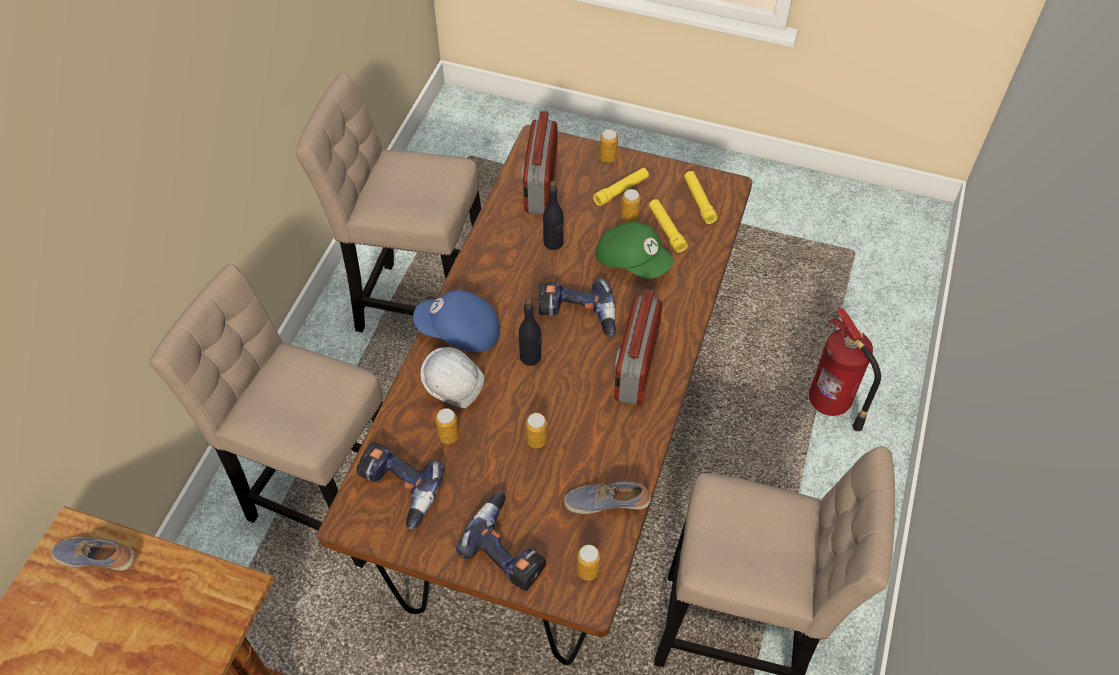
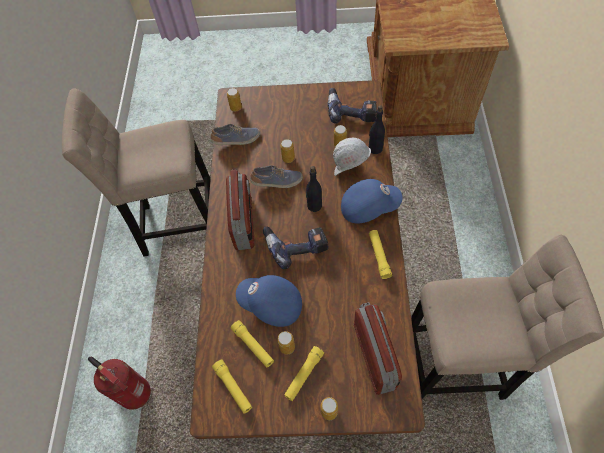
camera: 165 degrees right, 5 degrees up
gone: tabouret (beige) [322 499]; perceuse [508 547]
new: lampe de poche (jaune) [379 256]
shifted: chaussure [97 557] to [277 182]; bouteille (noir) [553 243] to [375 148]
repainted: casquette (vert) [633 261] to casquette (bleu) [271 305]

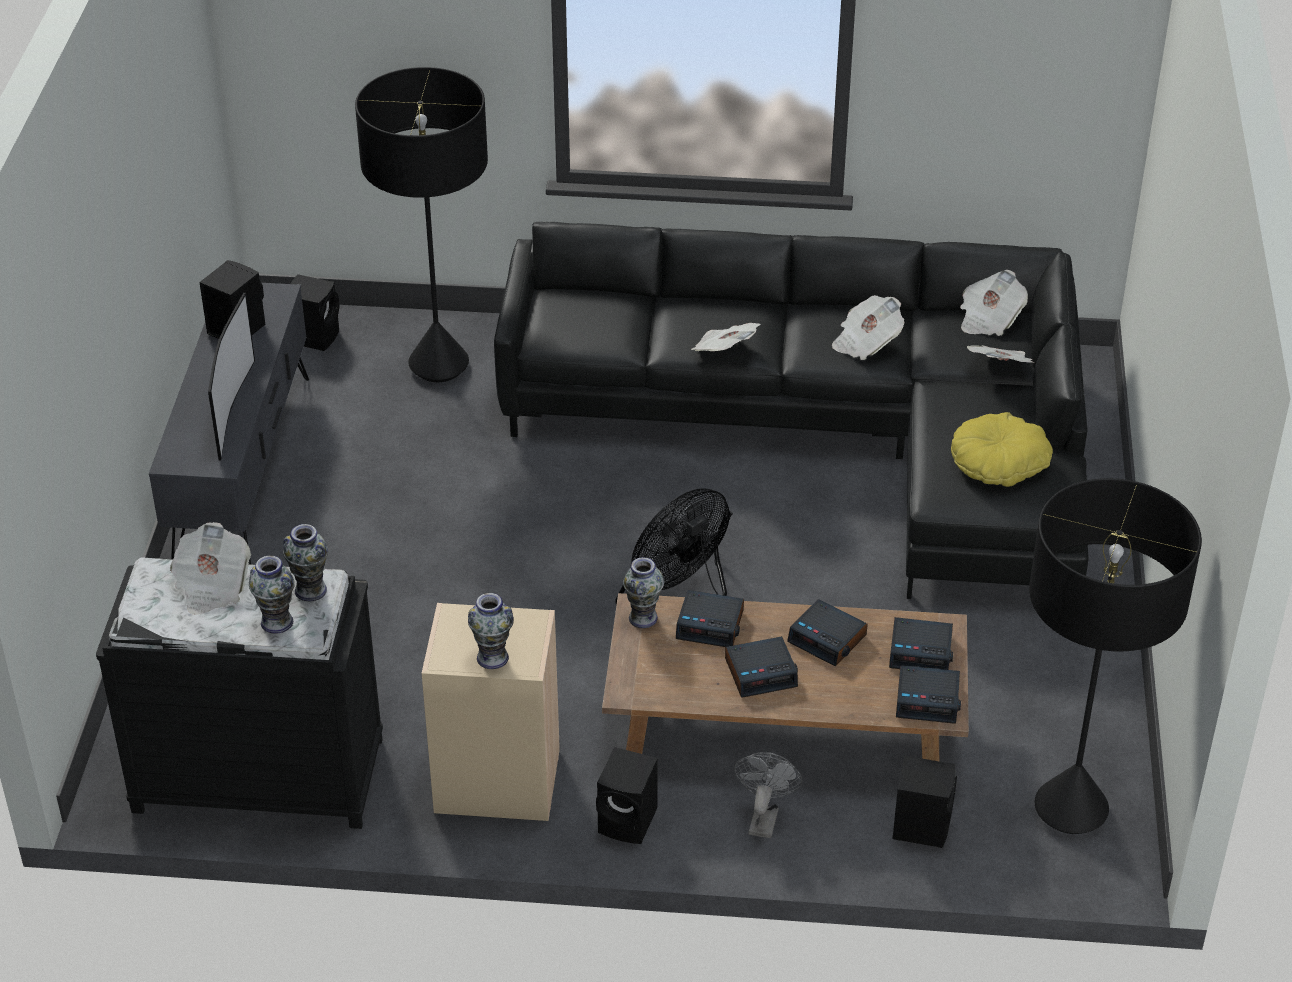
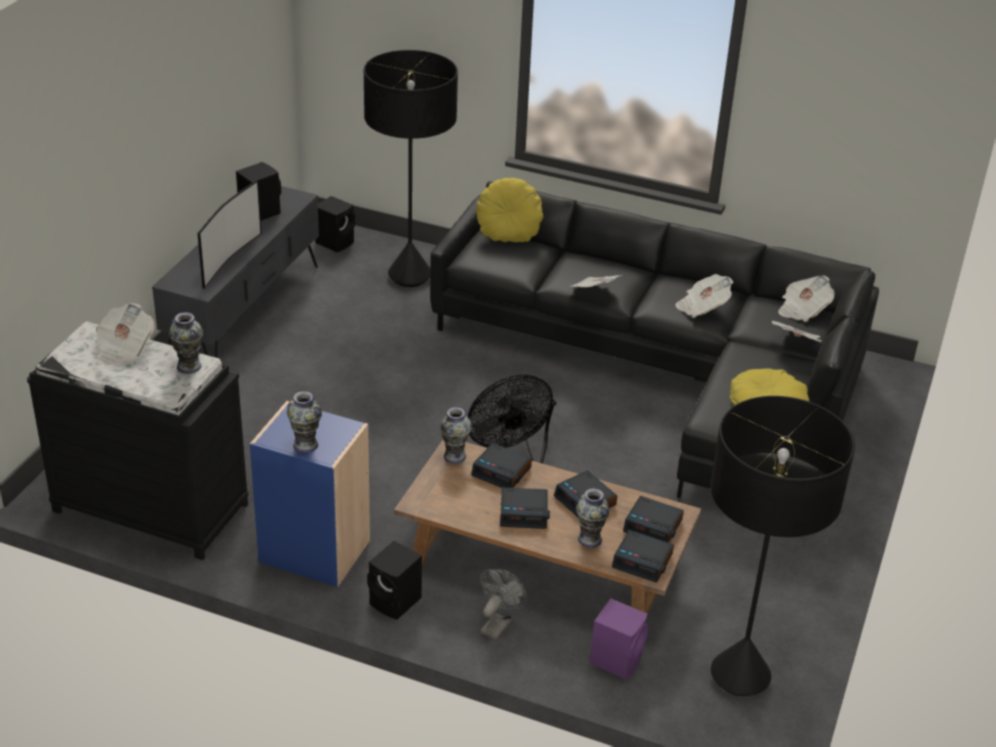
camera: 15 degrees right, 5 degrees down
new: coussin (jaune) [508 237]
shifted: vase [277 622] to [590 539]
repainted: bibliothèque (beige) [495 782] to bibliothèque (bleu) [313 551]; enceinte (noir) [922 825] to enceinte (violet) [617 659]

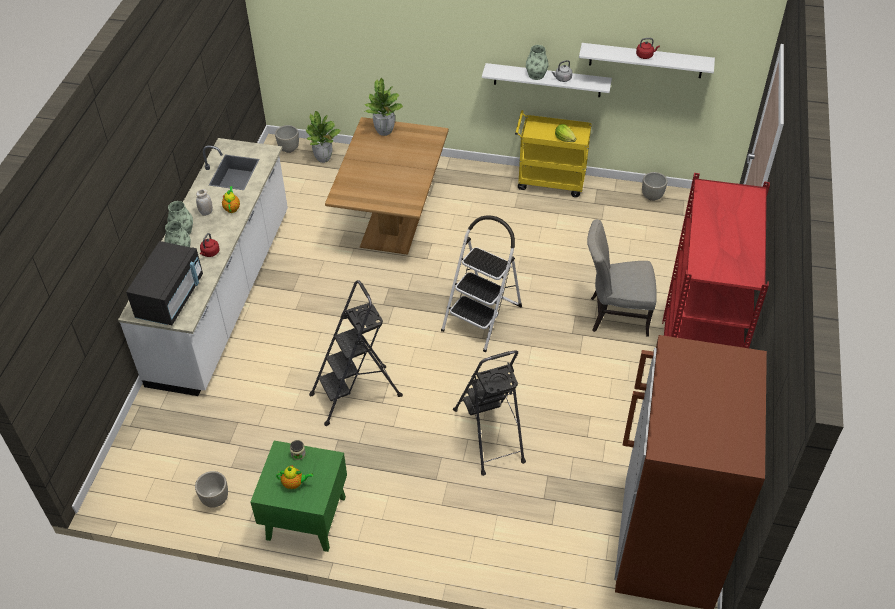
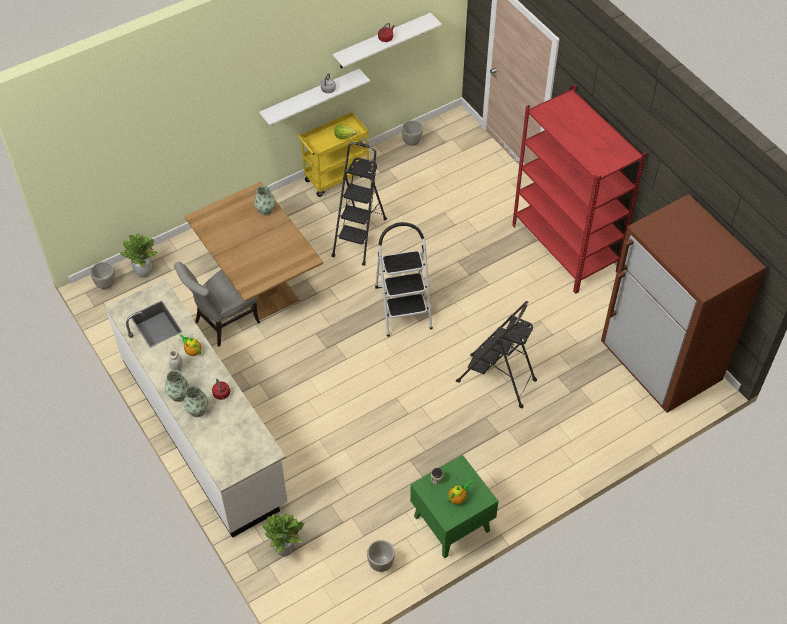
camera: 45 degrees left, 5 degrees up
gone: micro-ondes (noir) [170 298]
shifted: escabeau [357 394] to [360 236]; plante en pot [384 131] to [285 549]; vase [536 75] to [265 210]; chaise (gris) [614 315] to [223 323]

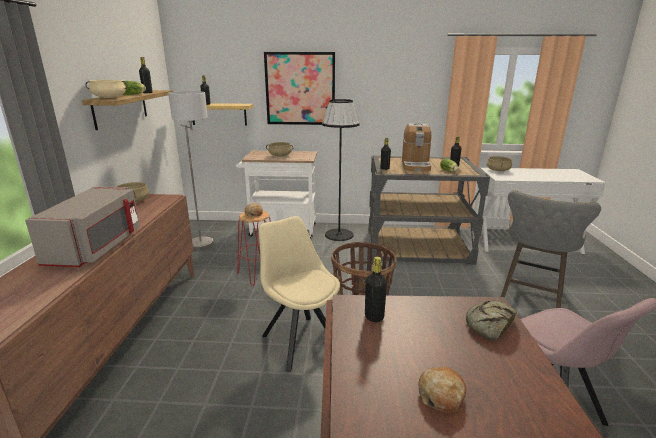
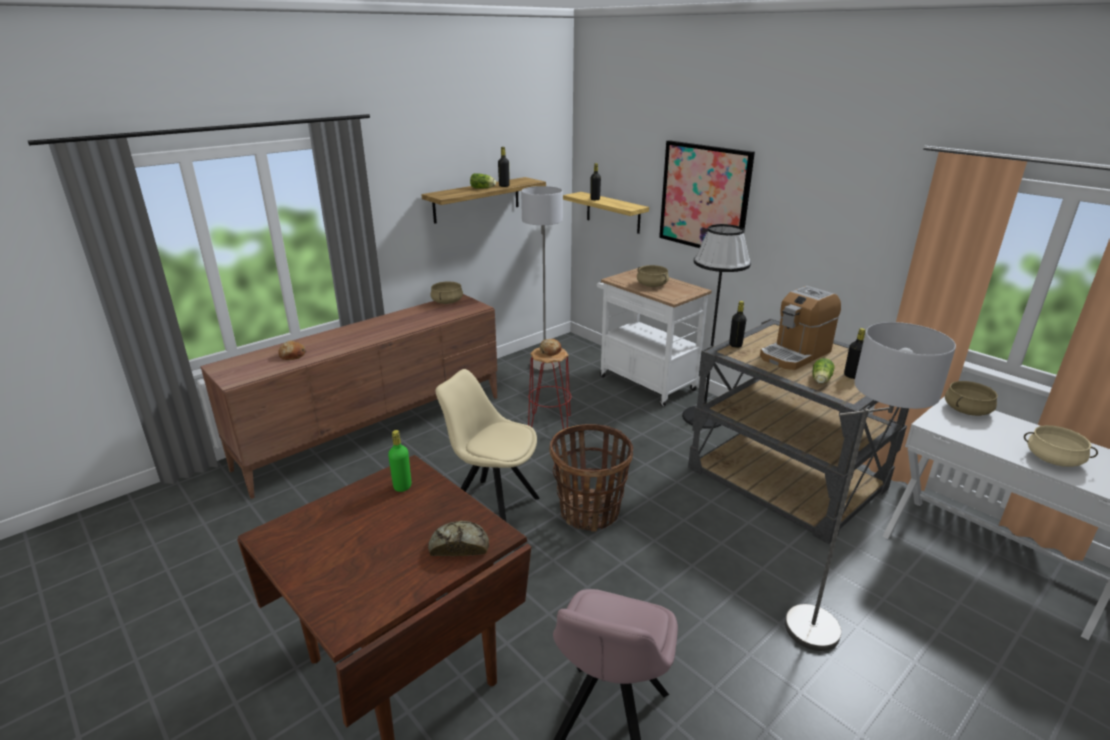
camera: 45 degrees right, 5 degrees up
gone: micro-ondes (gris) [97 247]
shifted: marmite (beige) [109 98] to [1053 459]; pain [441 395] to [292 355]
swapped: tabouret (gris) [530 298] to lampadaire (gris) [826 626]
repainted: bouteille (noir) [374 317] to bouteille (vert) [402 486]
rotated: chaise (beige) [300 341] = [493 506] 75 degrees counterclockwise

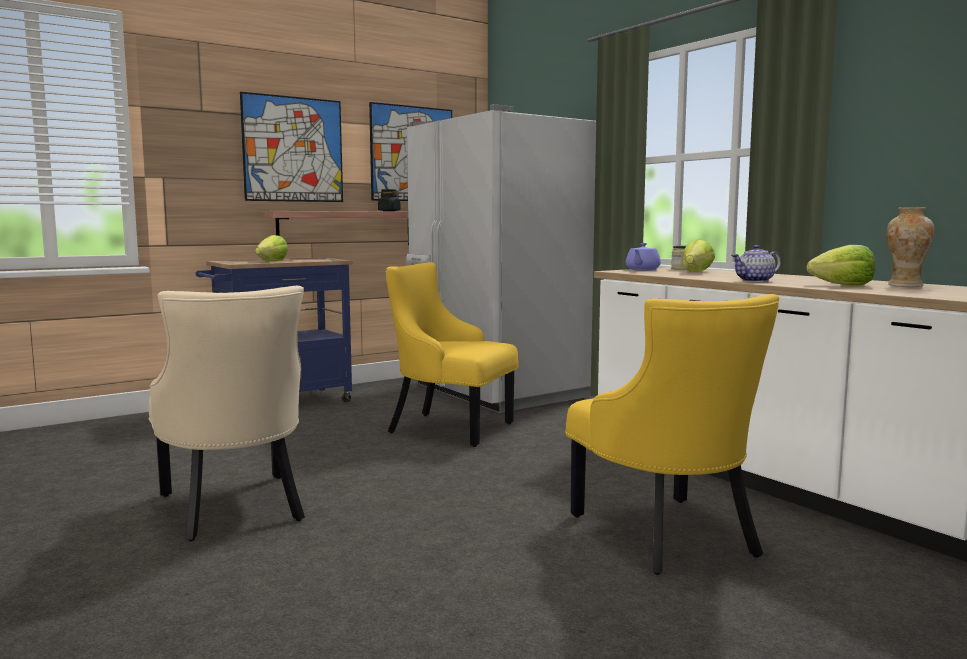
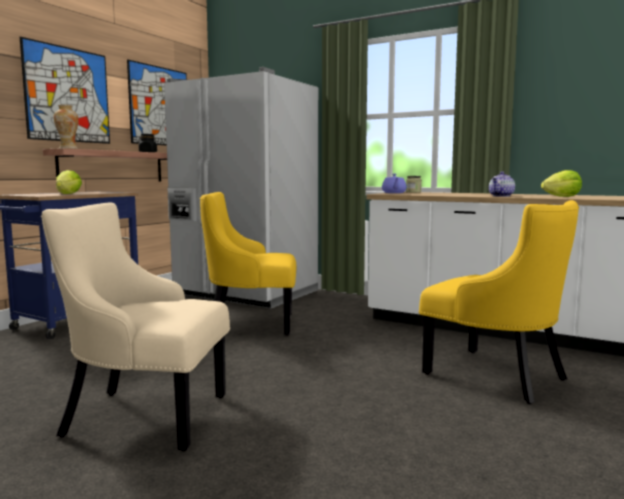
camera: 25 degrees left, 0 degrees up
gone: laitue [696 272]
shifted: vase [905 286] to [68 149]
rotated: chaise (beige) [233 505] = [149 417] 150 degrees clockwise

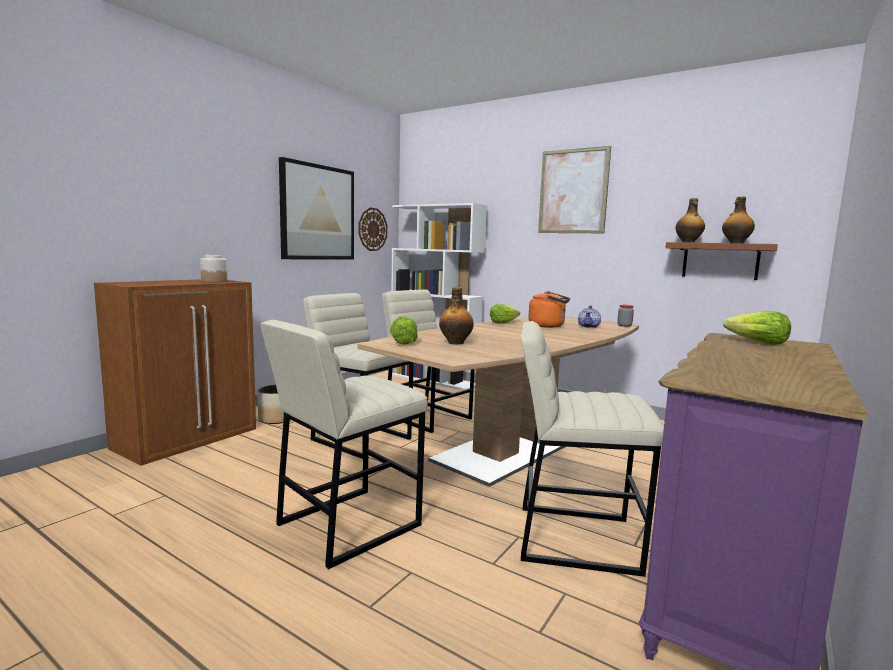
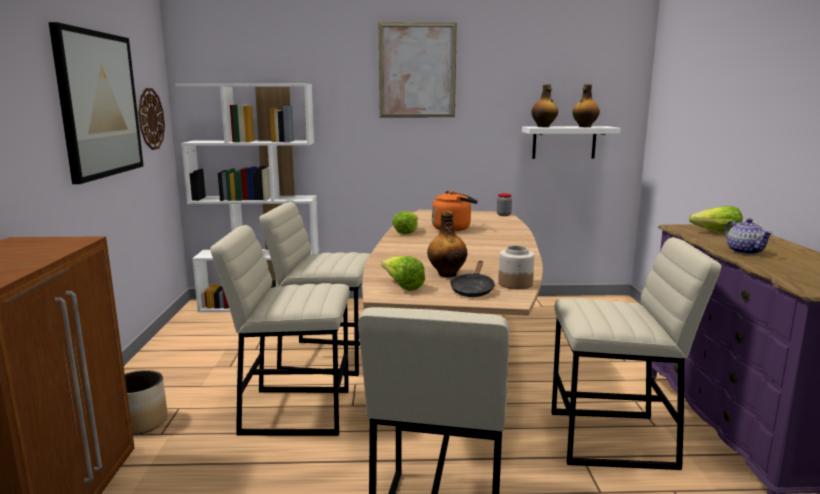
camera: 35 degrees left, 5 degrees up
new: poêle (noir) [472 290]
shifted: bocal [214 281] to [515 284]; théière [589 327] to [745 251]
repainted: étagère (marron) [720 261] to étagère (blanc) [564 142]
rotated: chaise (beige) [572 538] = [615 439] 150 degrees counterclockwise

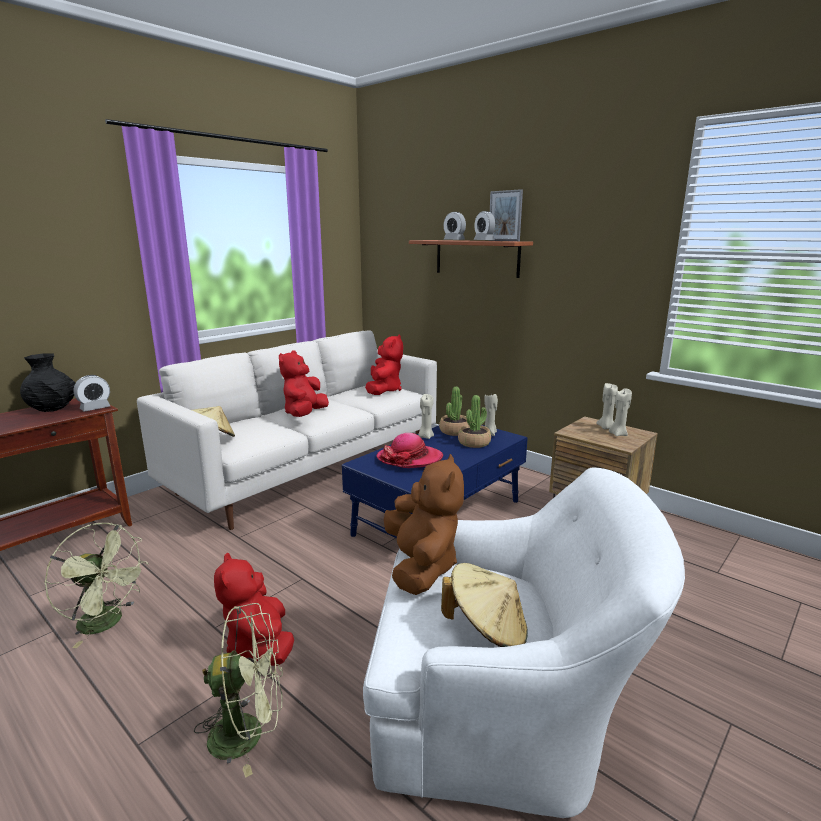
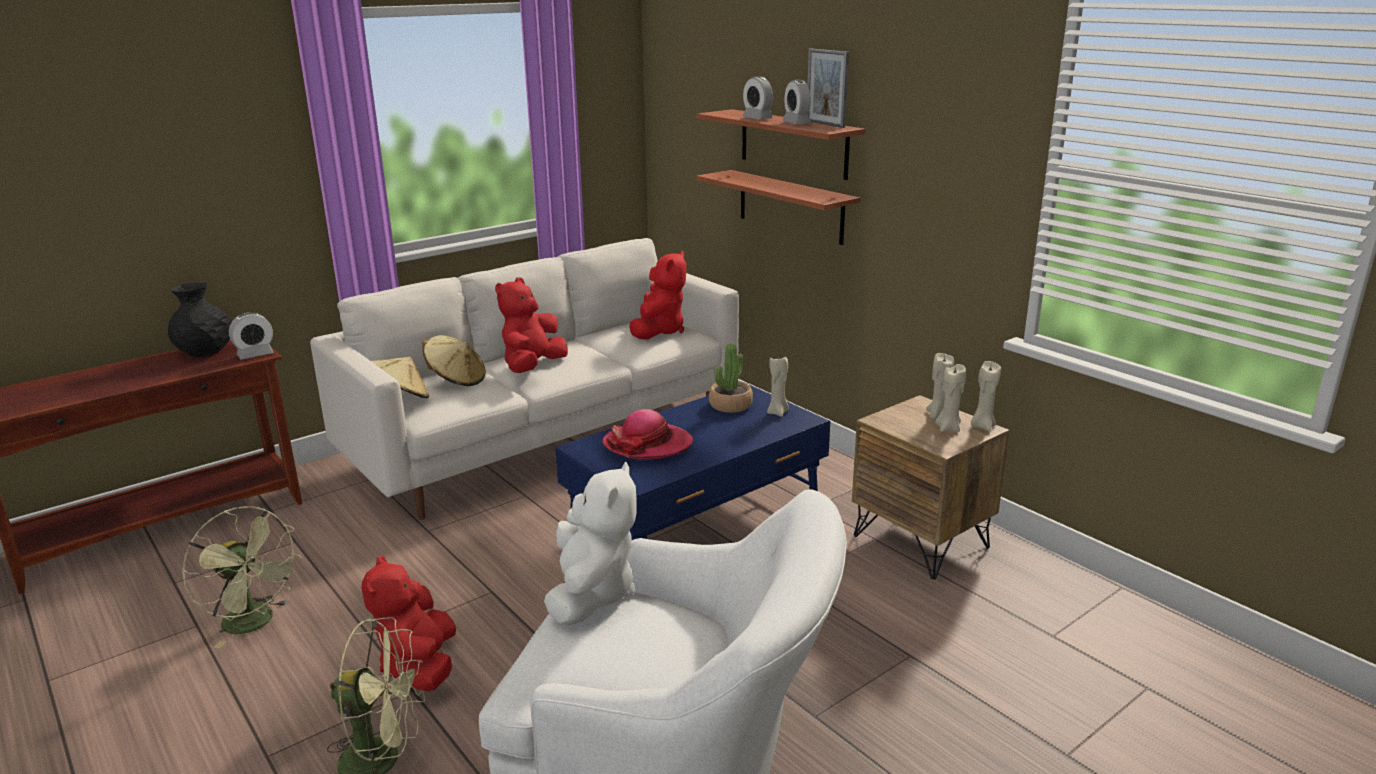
camera: 10 degrees right, 5 degrees up
gone: plante en pot [474 443]
new: étagère [790 206]
shifted: bougie (beige) [425 437] to [982 426]; chapeau (beige) [487 630] to [456 380]
repainted: peluche (marron) [421 567] to peluche (blanc) [591 593]

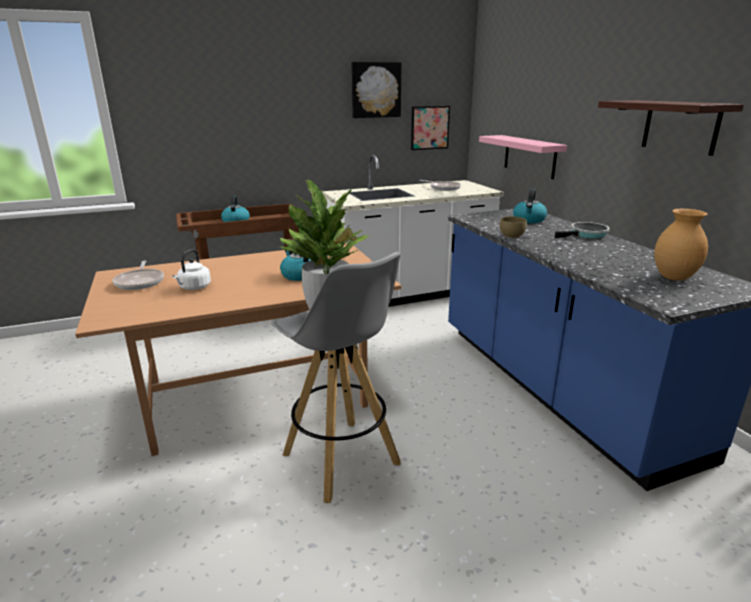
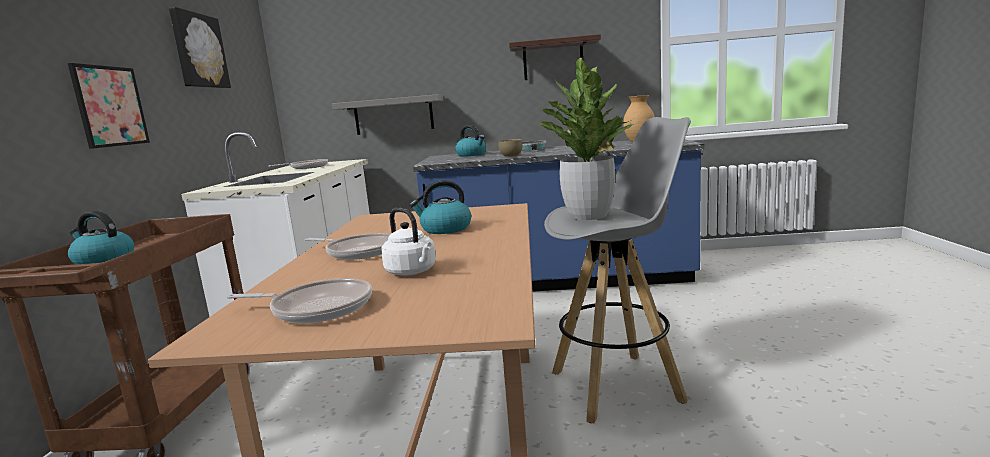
camera: 65 degrees left, 10 degrees down
new: poêle [359 252]
shifted: tableau [430 127] to [110 106]
repainted: étagère (rose) [529 156] to étagère (gris) [393 115]

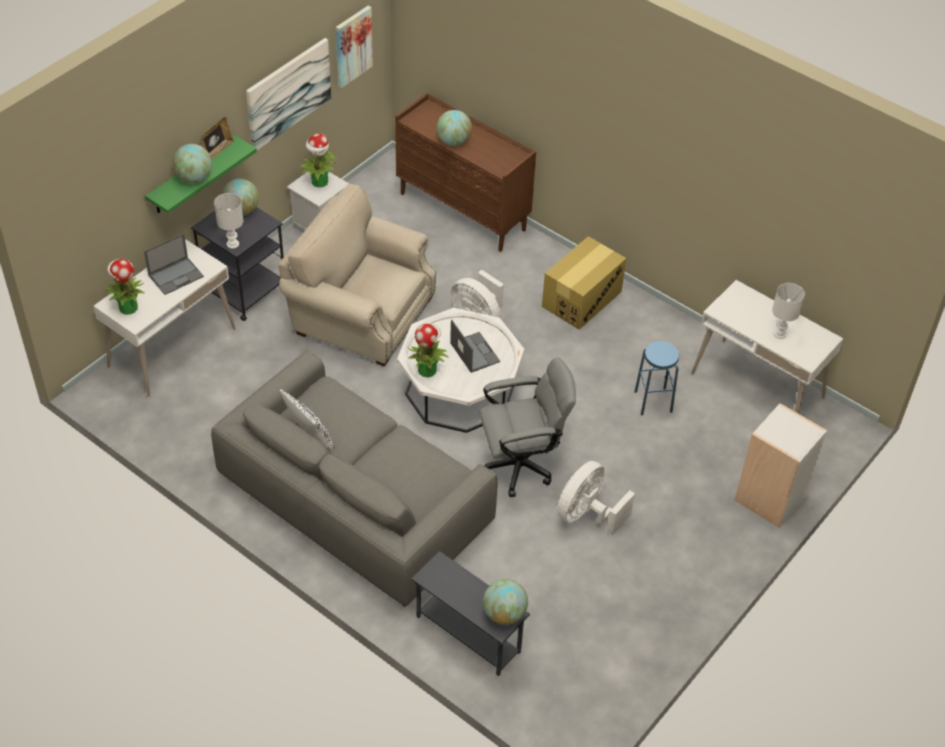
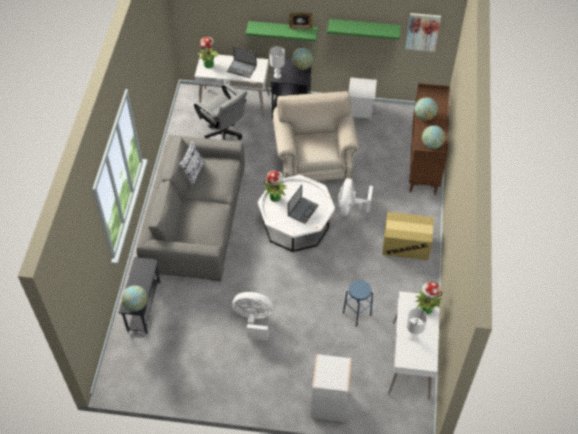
camera: 60 degrees right, 5 degrees up
shifted: globe [194 178] to [432 144]; plante en pot [319 182] to [426 309]; chaise de bureau (gris) [522 467] to [224 136]
swapped: tableau [288 93] to étagère (vert) [364 28]

